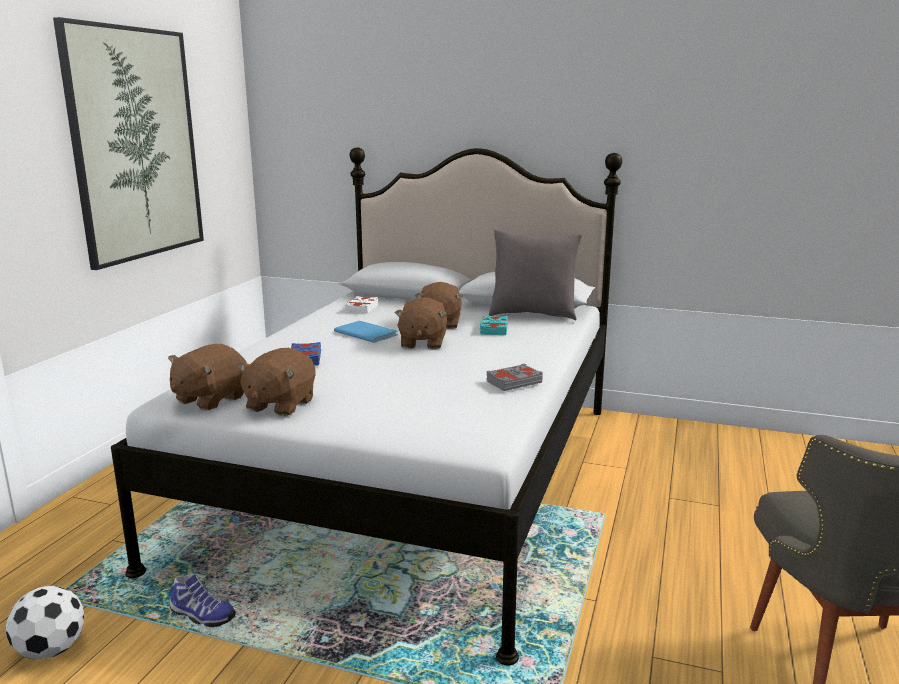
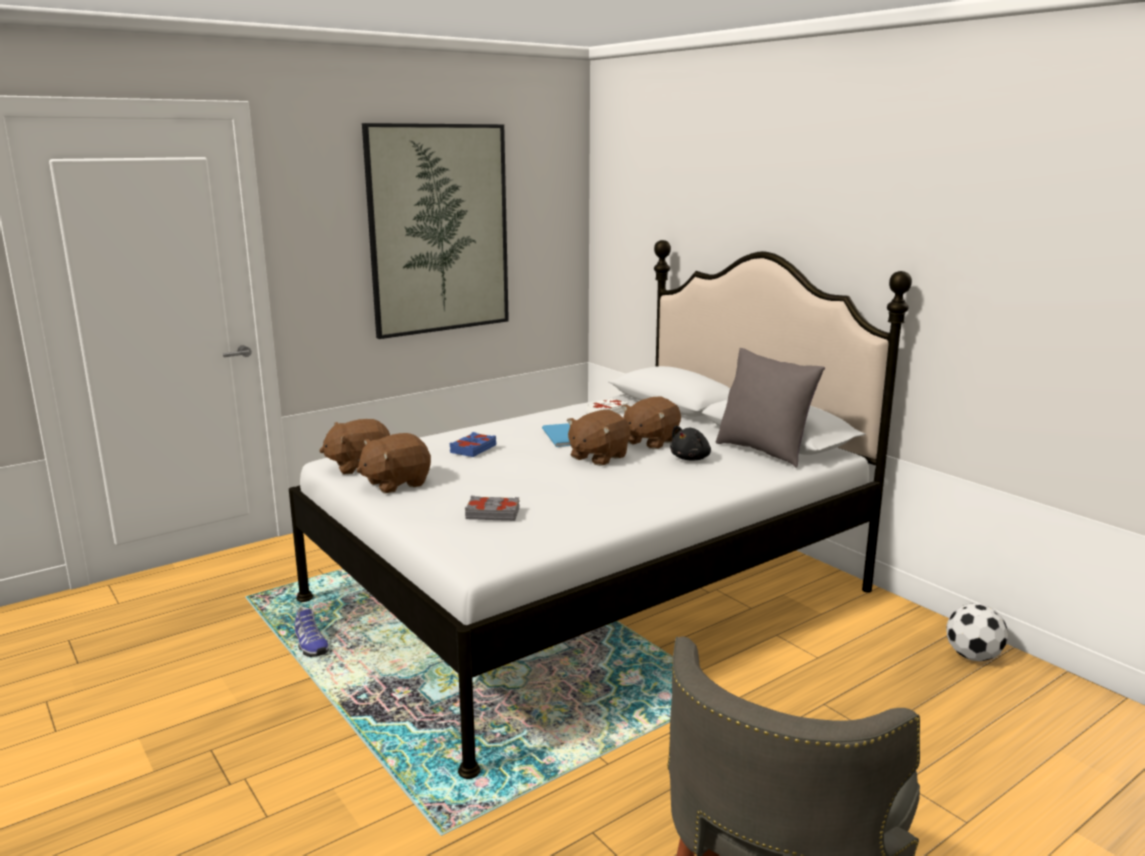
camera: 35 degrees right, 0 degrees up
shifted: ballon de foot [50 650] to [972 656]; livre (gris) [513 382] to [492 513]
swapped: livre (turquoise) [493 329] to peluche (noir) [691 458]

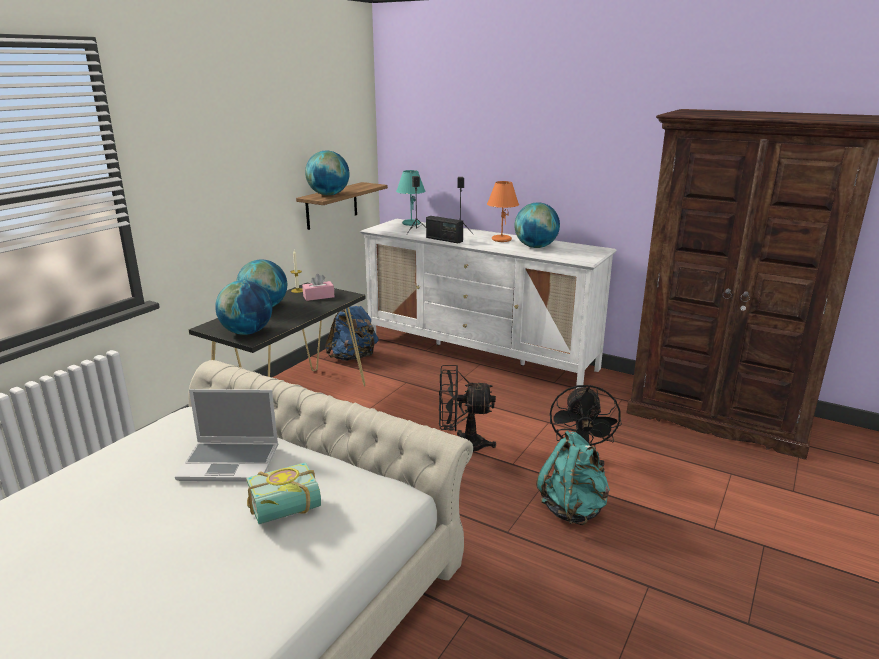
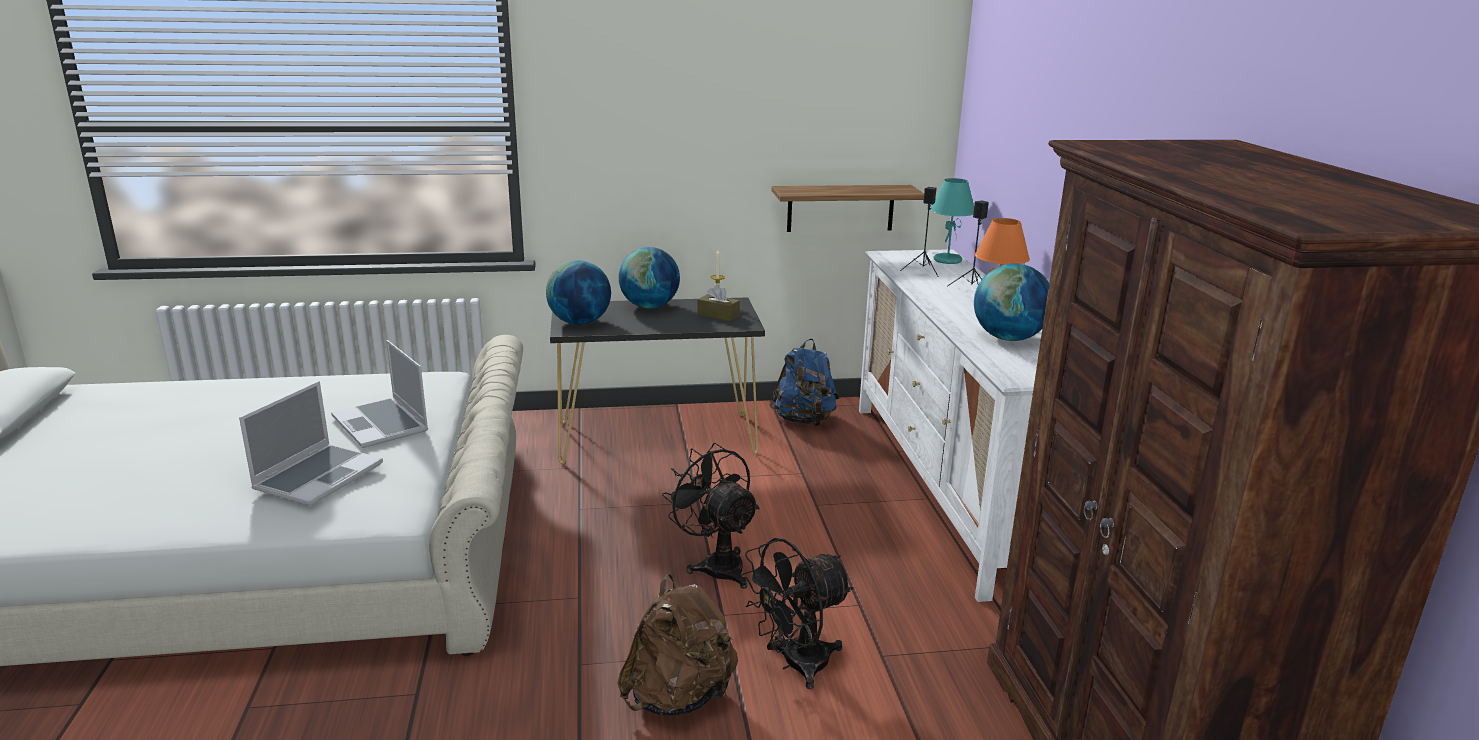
camera: 50 degrees right, 0 degrees up
gone: globe [329 195]; radio [444 239]
swapped: livre [287 512] to ordinateur portable [319 476]
repainted: boîte à mouchoirs (rose) [318 296] to boîte à mouchoirs (marron) [718 315]; sac à dos (turquoise) [573 509] to sac à dos (marron) [678 697]

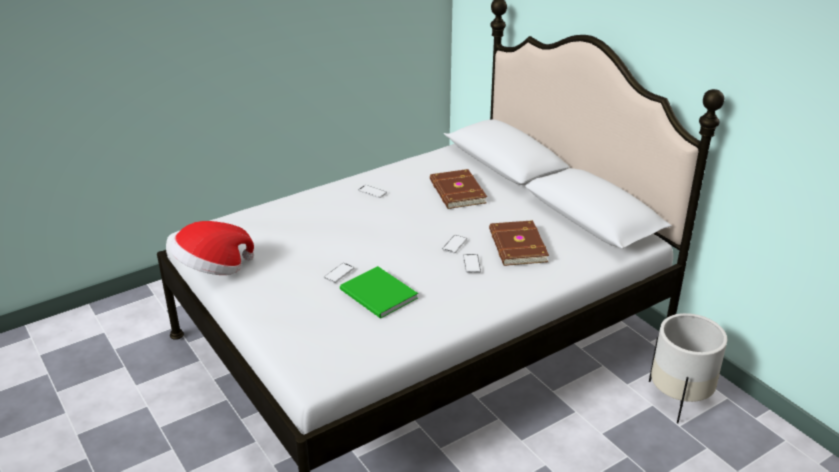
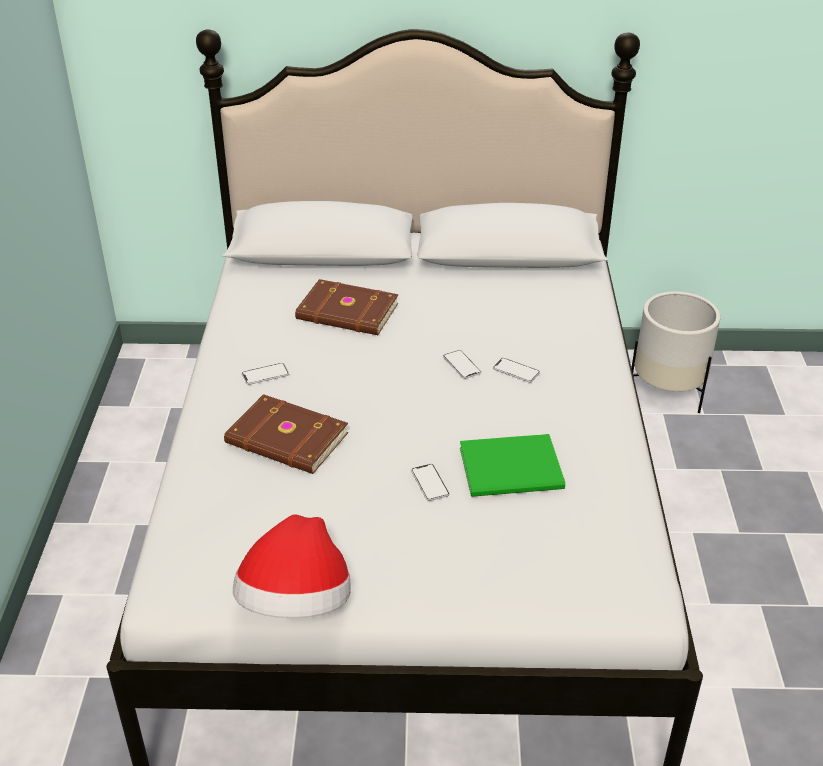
camera: 55 degrees left, 5 degrees up
shifted: livre (marron) [516 246] to [286 440]

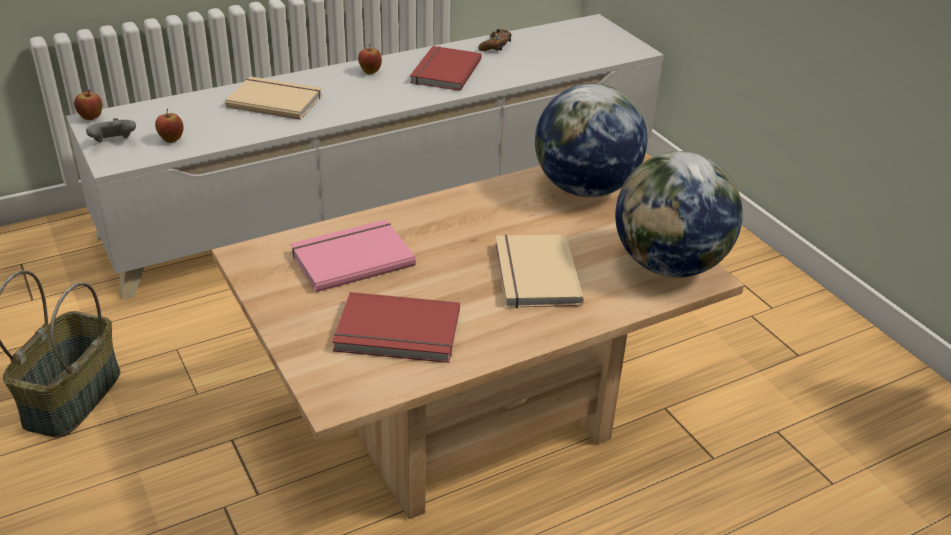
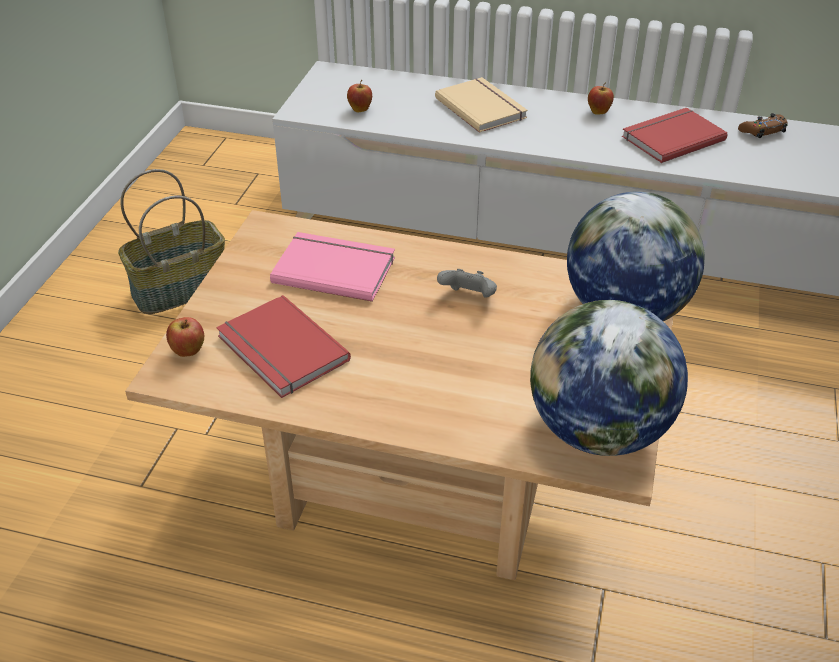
camera: 45 degrees right, 5 degrees up
gone: livre (beige) [533 274]
shifted: pomme [91 118] to [188 352]; manette (gris) [114 143] to [468 298]

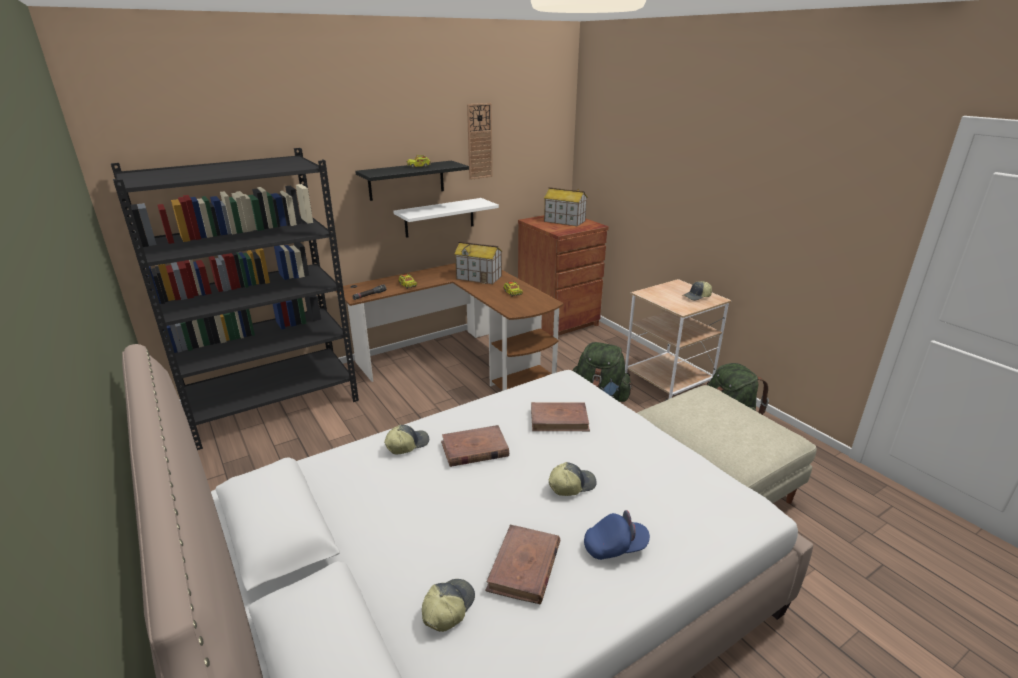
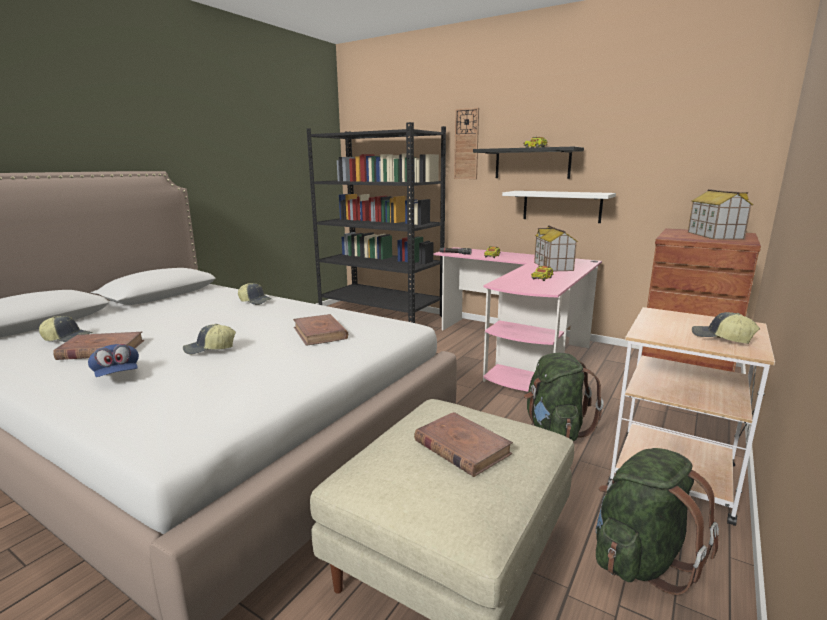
camera: 65 degrees right, 10 degrees down
shifted: livre (marron) [474 449] to [461 447]; horloge murale [479 141] to [466 144]
repainted: bureau (marron) [462 361] to bureau (rose) [519 349]
rotated: casquette [571 485] = [210 349] 120 degrees clockwise

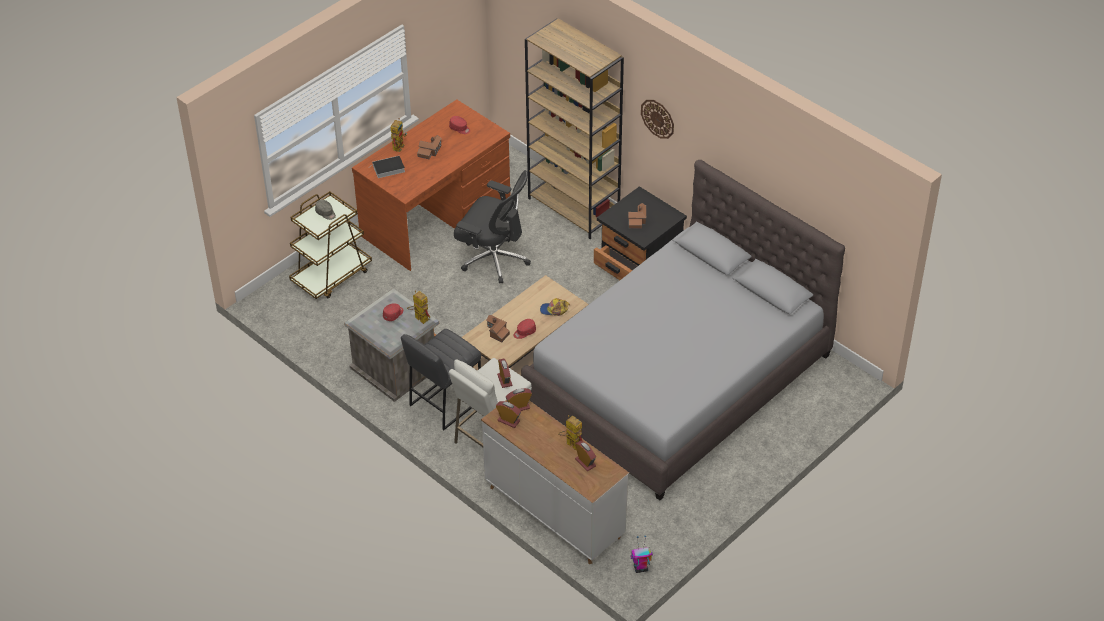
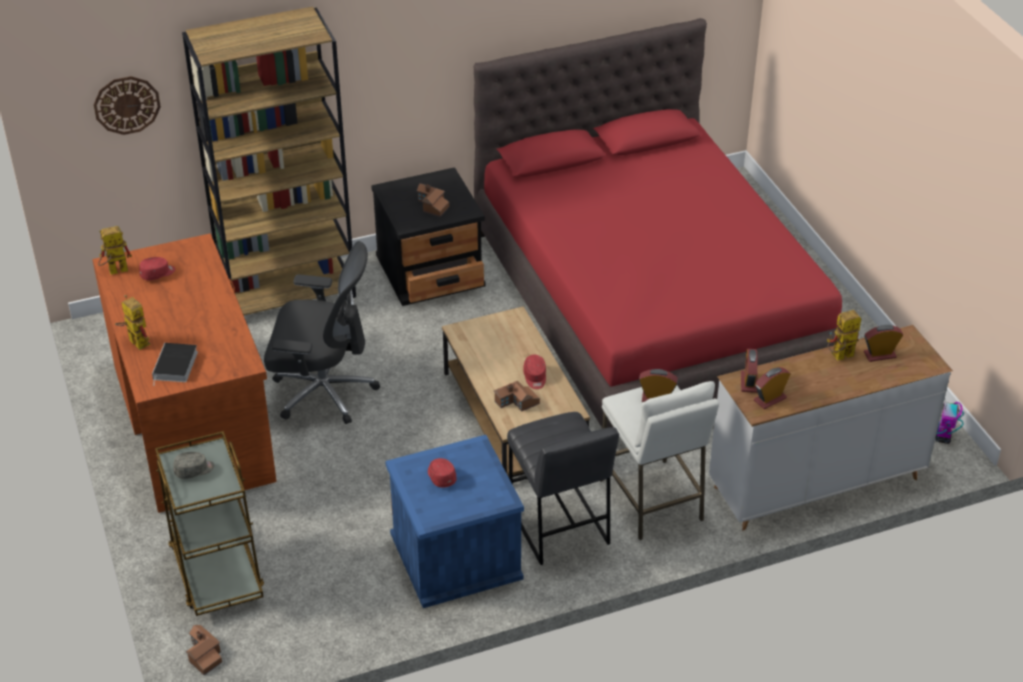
camera: 65 degrees left, 5 degrees down
gone: casquette [554 310]
shifted: robot jouet [419 318] to [114 272]; maison miniature [429 151] to [203 655]; horloge murale [657 118] to [127 105]
repainted: table de chevet (gris) [398 364] to table de chevet (bleu) [452 551]; lit (gris) [679 379] to lit (rouge) [649 305]
rotated: chaise de bureau [492 260] = [322 394] 45 degrees clockwise

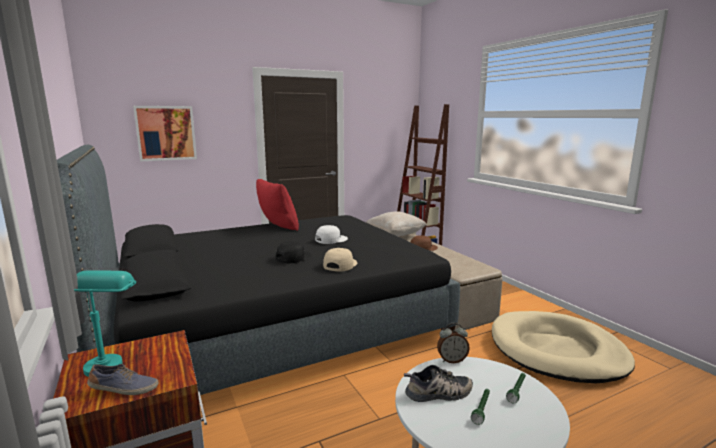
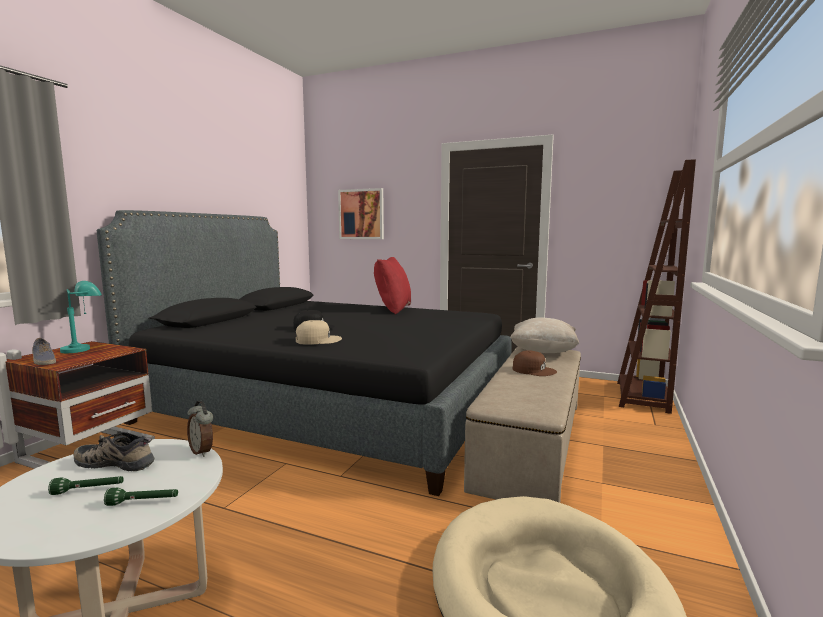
camera: 50 degrees right, 5 degrees down
gone: casquette (blanc) [331 239]
rotated: chaussure [438 393] = [117 462] 150 degrees clockwise

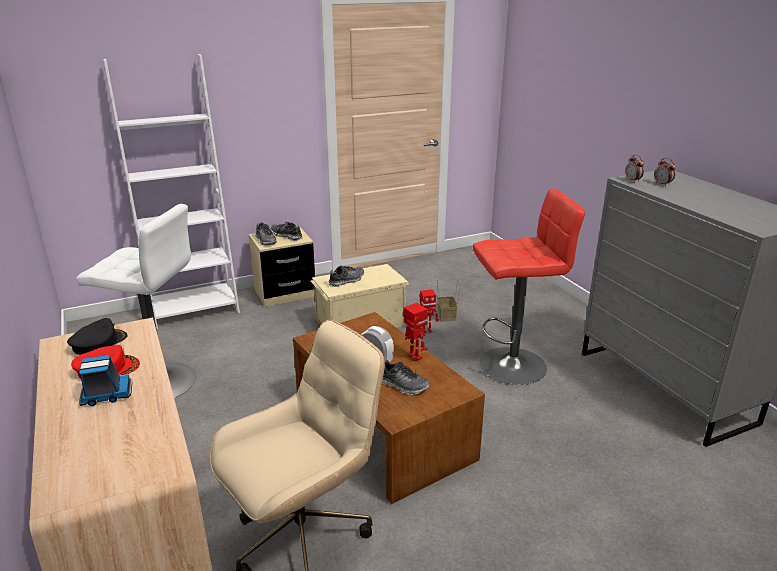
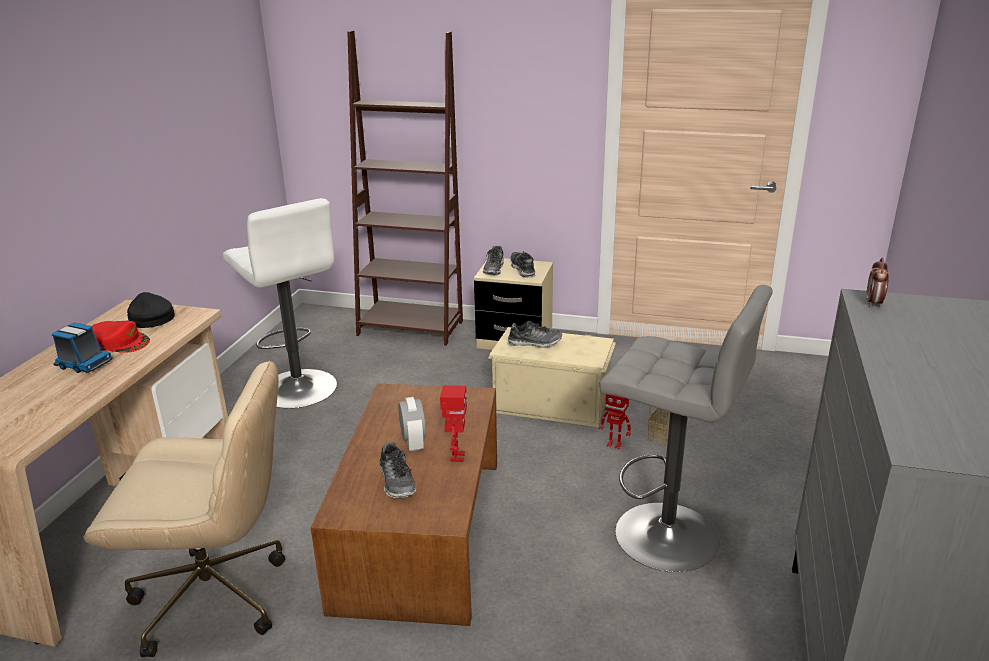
camera: 40 degrees right, 0 degrees up
gone: réveil [662 184]
repainted: bibliothèque (blanc) [194 310] to bibliothèque (marron) [410 328]; tabouret (rouge) [513 366] to tabouret (gris) [667 537]
rotated: casquette (noir) [98 343] = [150 318] 105 degrees counterclockwise

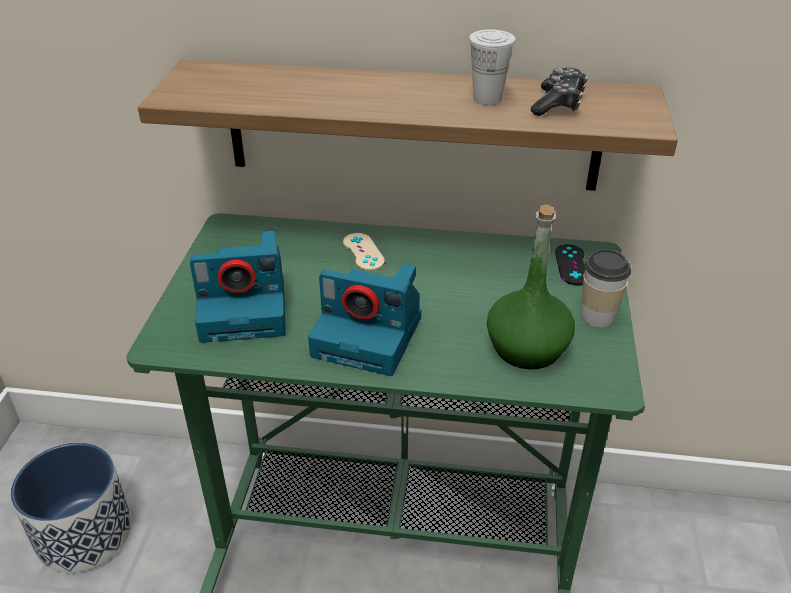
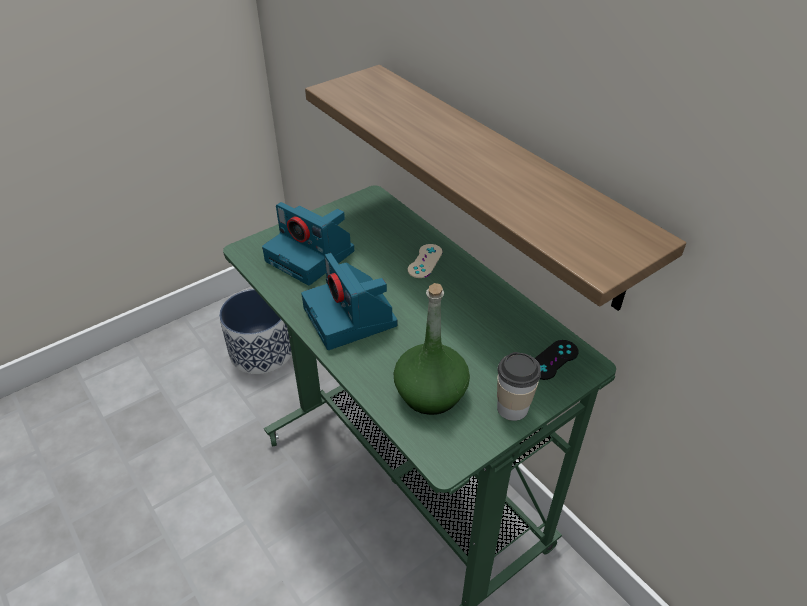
camera: 45 degrees right, 5 degrees up
gone: tasse (blanc) [487 99]; manette [558 103]

